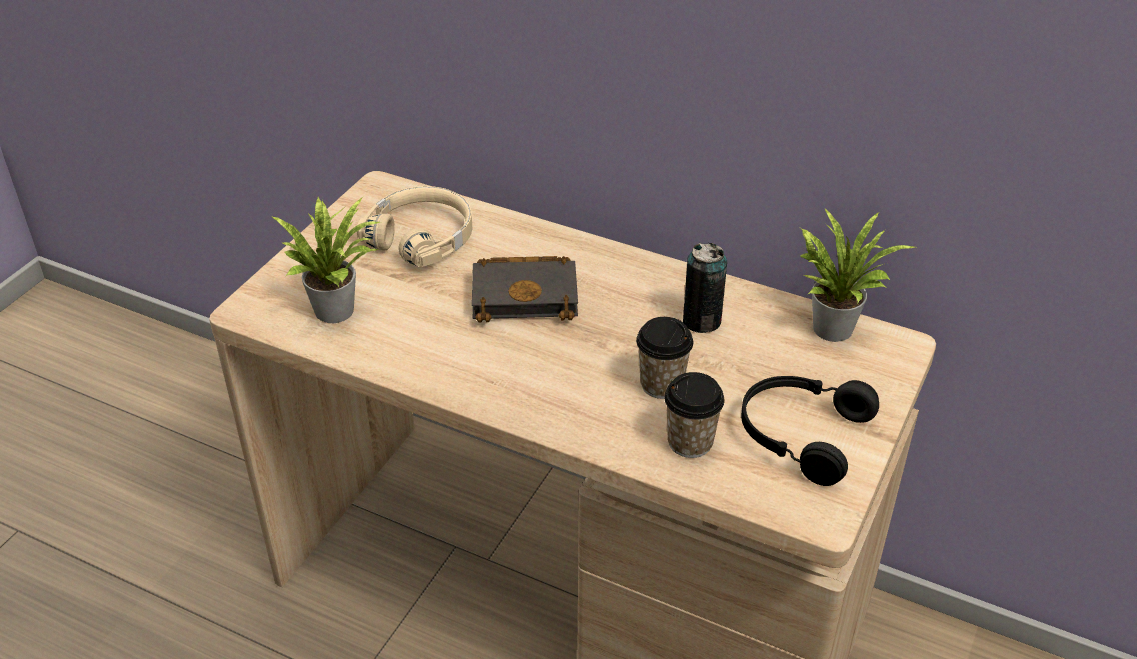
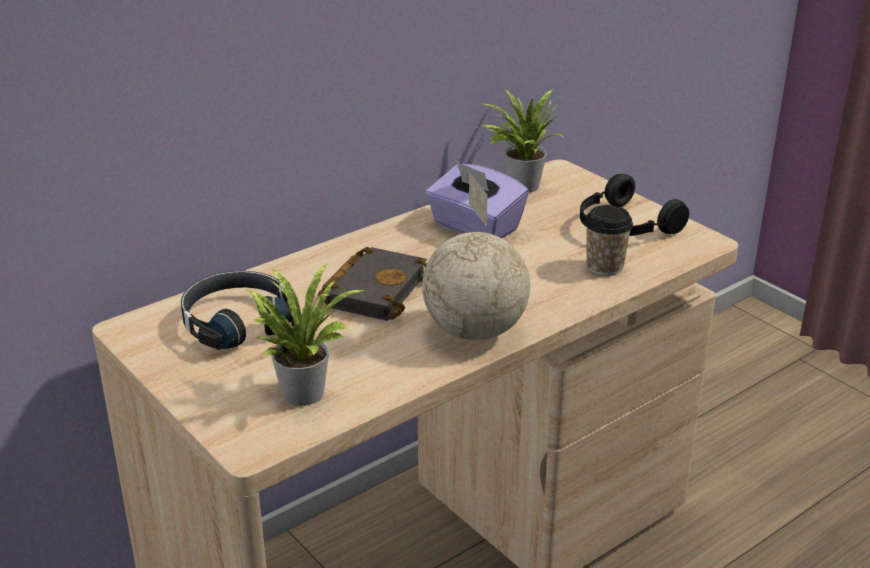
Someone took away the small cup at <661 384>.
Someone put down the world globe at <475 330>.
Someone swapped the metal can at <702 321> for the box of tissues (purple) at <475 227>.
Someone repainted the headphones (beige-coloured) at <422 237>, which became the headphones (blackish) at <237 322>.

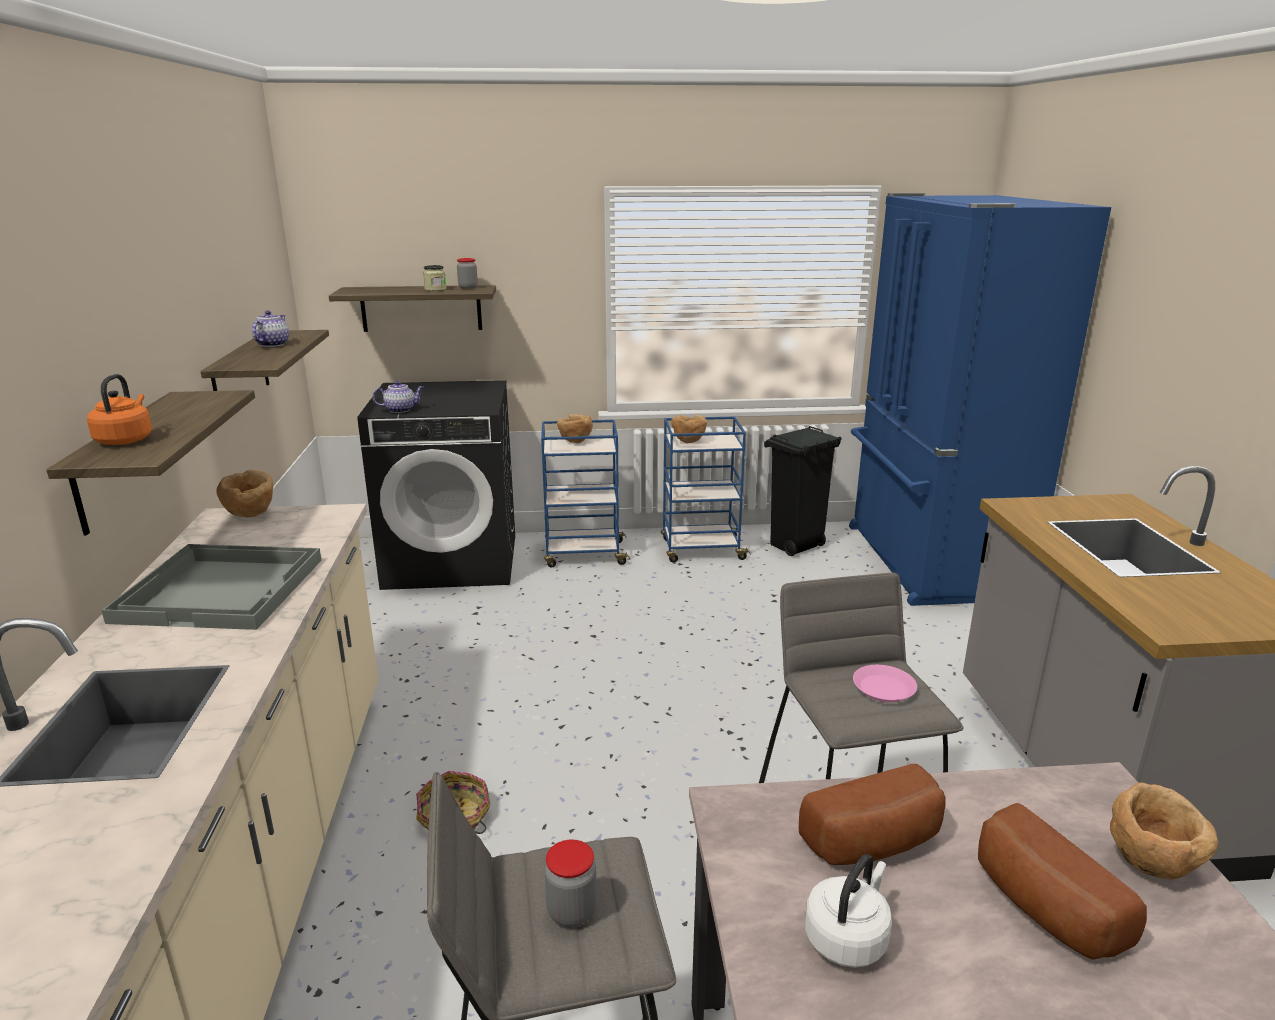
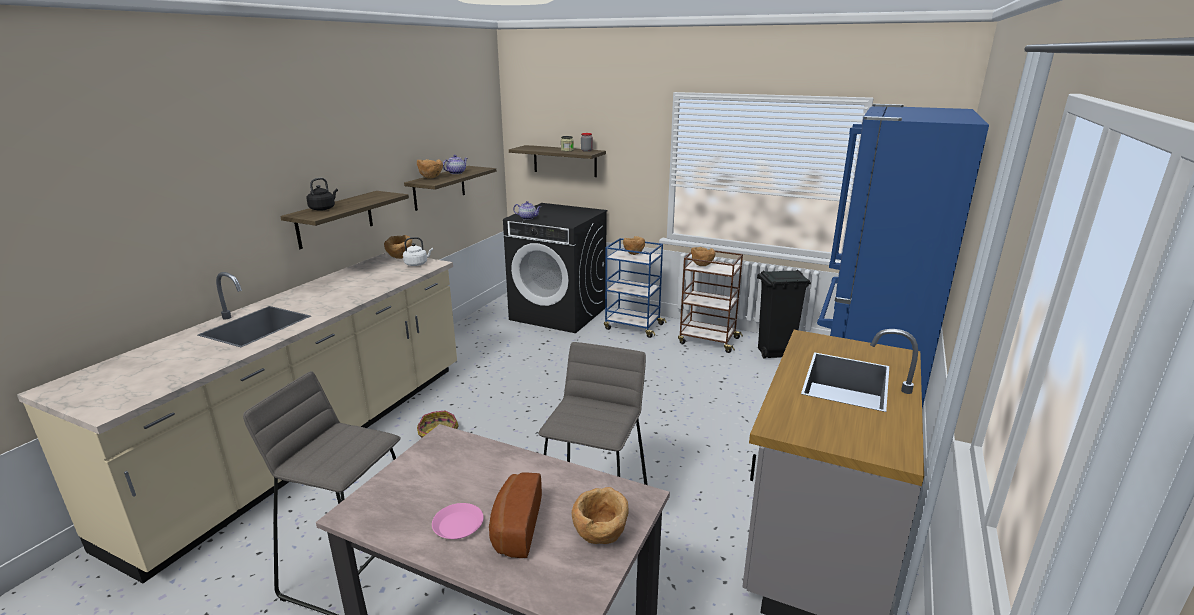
Someone took away the serving tray (greyish) at <223 589>.
Someone took away the preserve jar at <572 911>.
Someone took away the baked bread at <876 843>.
Someone put down the bowl (brownish) at <430 178>.
Someone carried the water kettle (whitish) from <847 937> to <417 264>.
Someone carried the plate (pink-coloured) from <884 688> to <458 525>.
Someone repainted the water kettle (orange) at <126 440>, which became the water kettle (blackish) at <323 208>.
Someone repainted the cart (bluish) at <701 549>, which became the cart (brownish) at <708 340>.

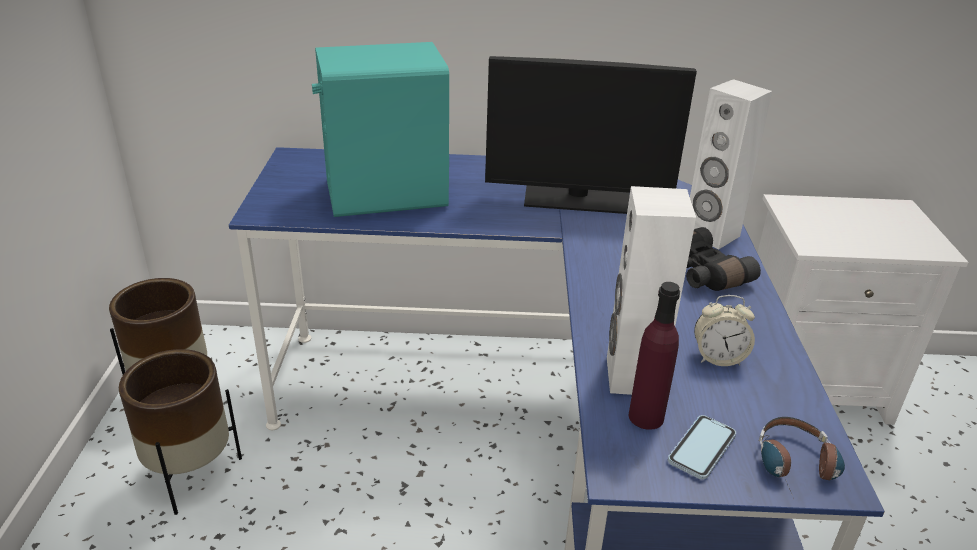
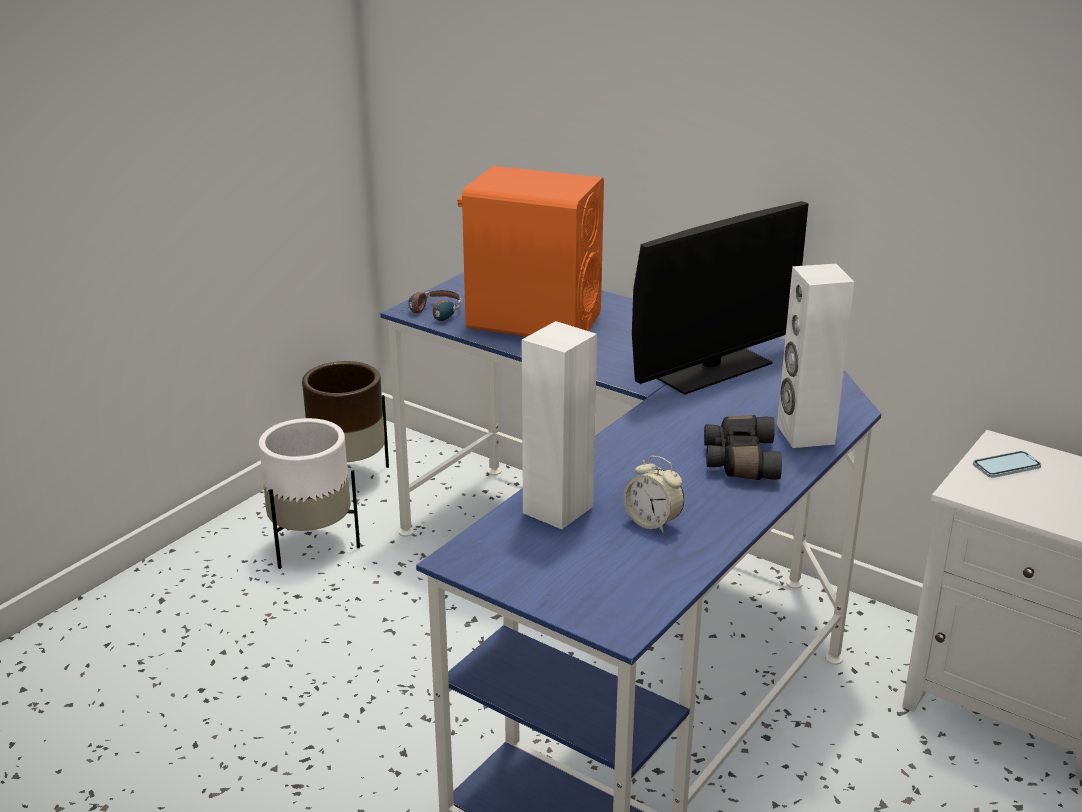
Someone took away the drink bottle (purple) at <646 417>.
Someone carried the telephone from <701 448> to <1006 466>.
Someone carried the headphones from <798 470> to <431 315>.
Someone repainted the flower pot (brownish) at <192 474>, which became the flower pot (whitish) at <312 545>.
Someone repainted the loudspeaker (blue-green) at <385 195>, which became the loudspeaker (orange) at <533 321>.
Someone rotated the monitor at <577 199> by 75 degrees counterclockwise.

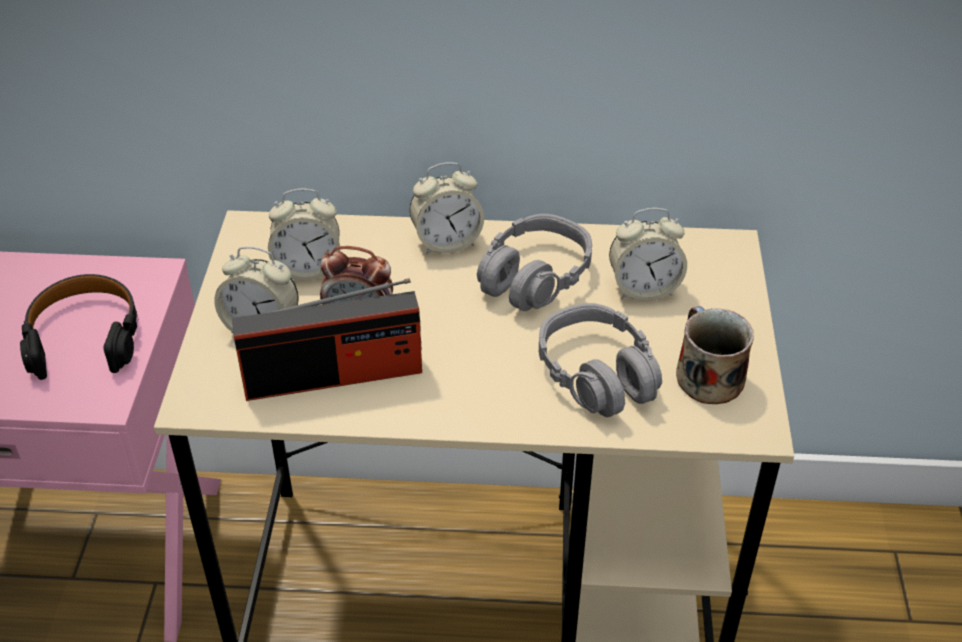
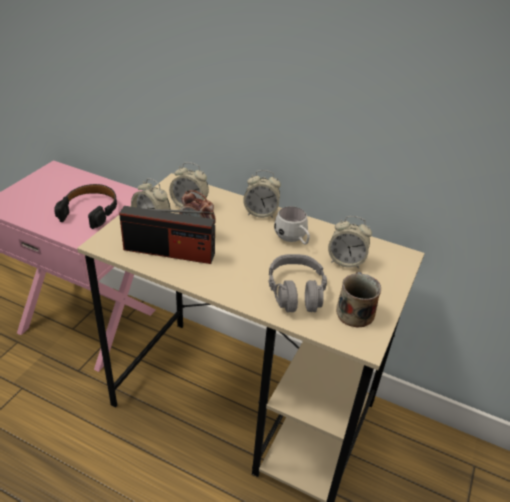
Someone swapped the headphones (greyish) at <534 278> for the tea mug (whitish) at <293 240>.

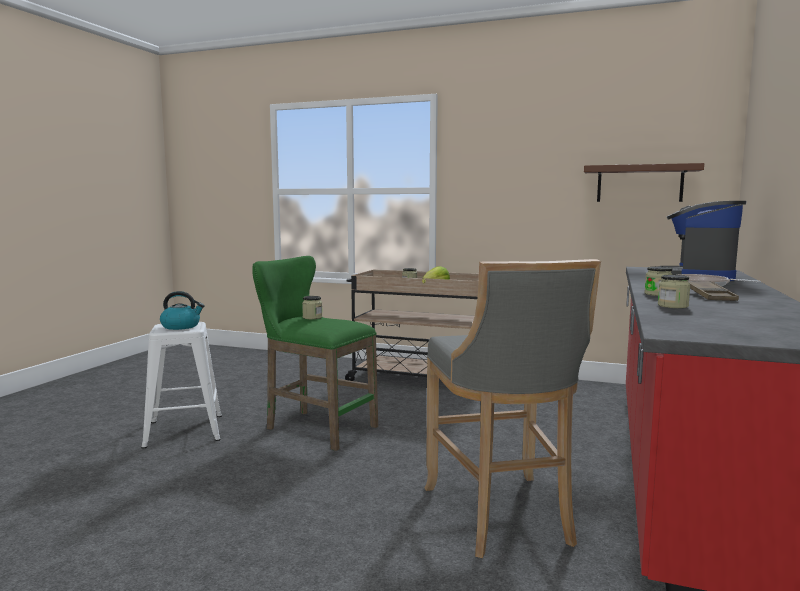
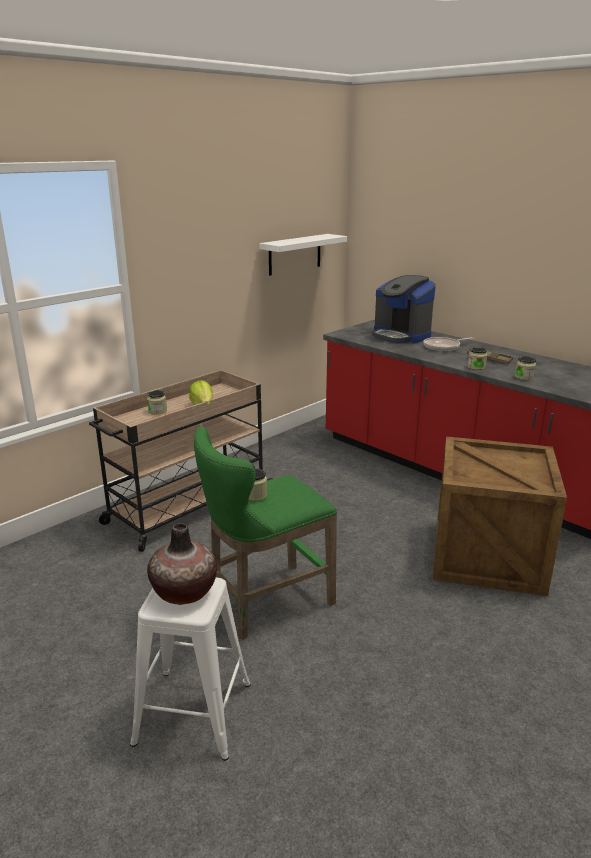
Someone swapped the water kettle at <181 326> for the flower vase at <184 592>.
Someone swapped the stool seat (greyish) at <502 517> for the crate at <489 557>.
Someone repainted the bracket shelf (brownish) at <639 184>, which became the bracket shelf (whitish) at <295 254>.

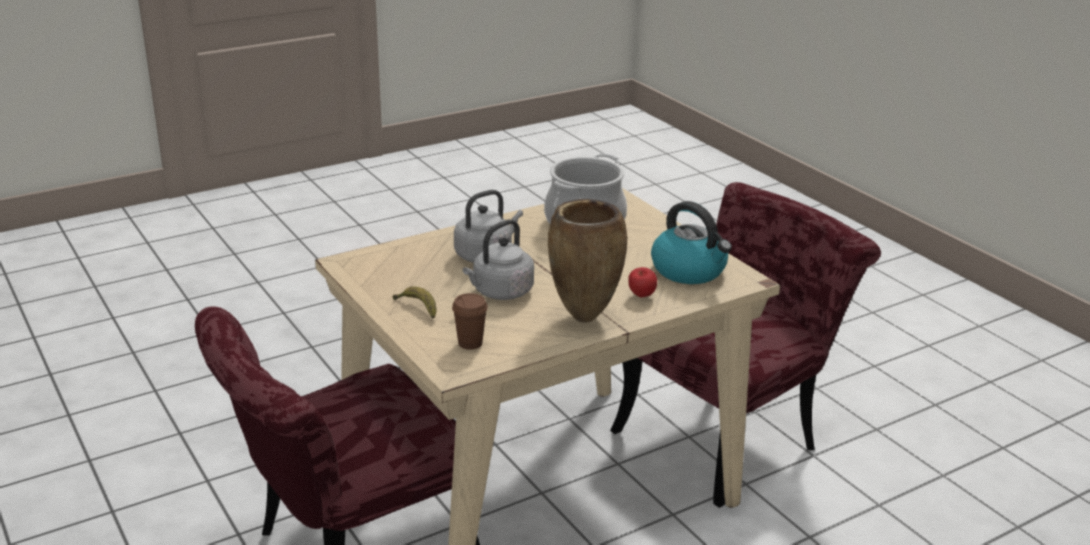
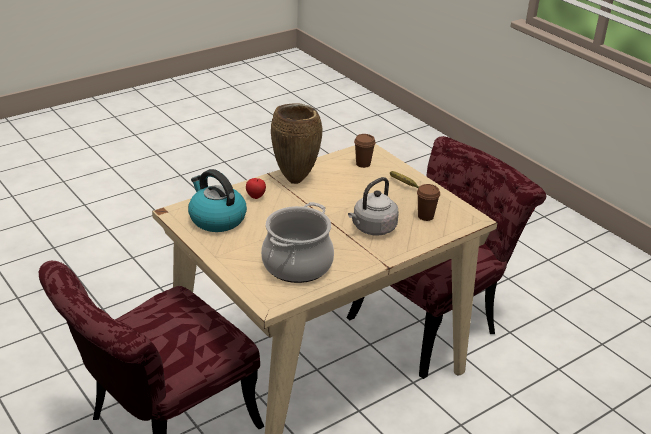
Someone took away the water kettle (greyish) at <500 292>.
Someone put down the small cup (brownish) at <425 216>.

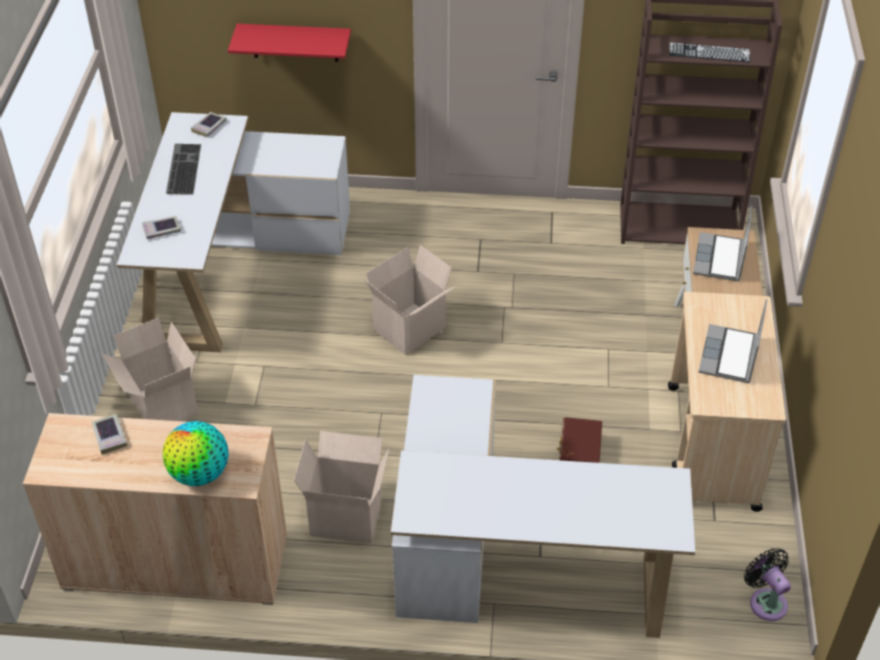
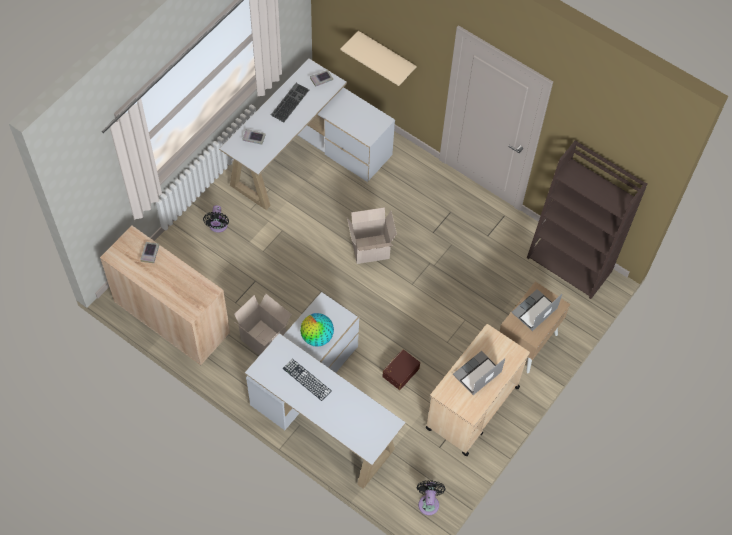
Someone carried the world globe from <199 474> to <317 337>.
Someone carried the PC keyboard from <709 52> to <306 379>.
Someone swapped the packing box at <161 406> for the electric fan (blackish) at <218 226>.
Someone repainted the bracket shelf (reddish) at <295 42>, which became the bracket shelf (beige-coloured) at <386 55>.

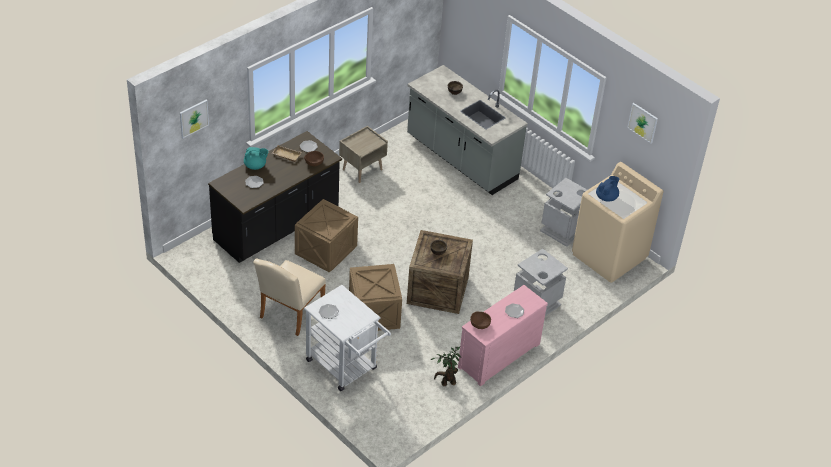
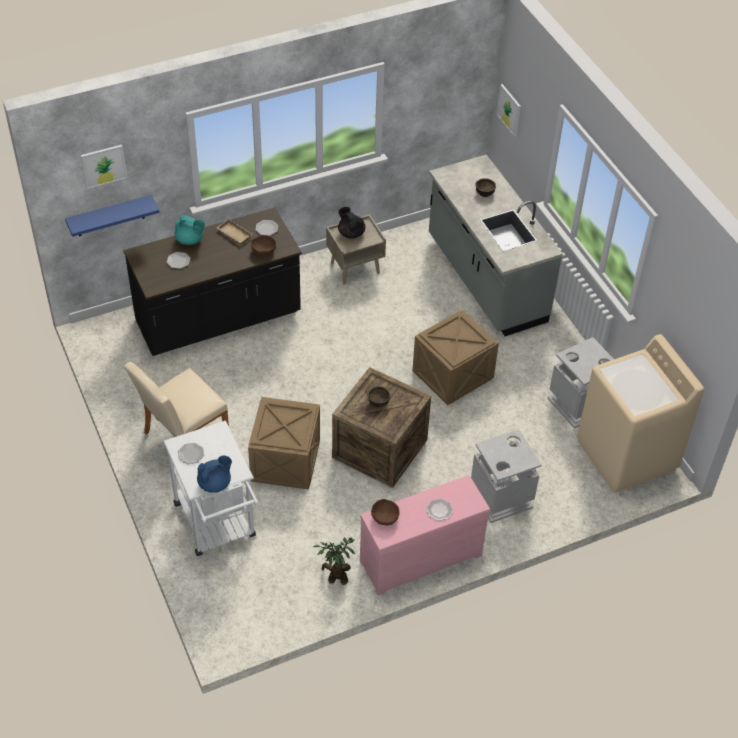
Someone put up the bracket shelf (bluish) at <110 216>.
Someone put down the tea pot (blackish) at <351 233>.
Someone carried the crate from <326 250> to <453 375>.
Someone carried the tea pot (bluish) from <606 197> to <215 483>.
Someone carried the wall picture from <643 122> to <509 110>.

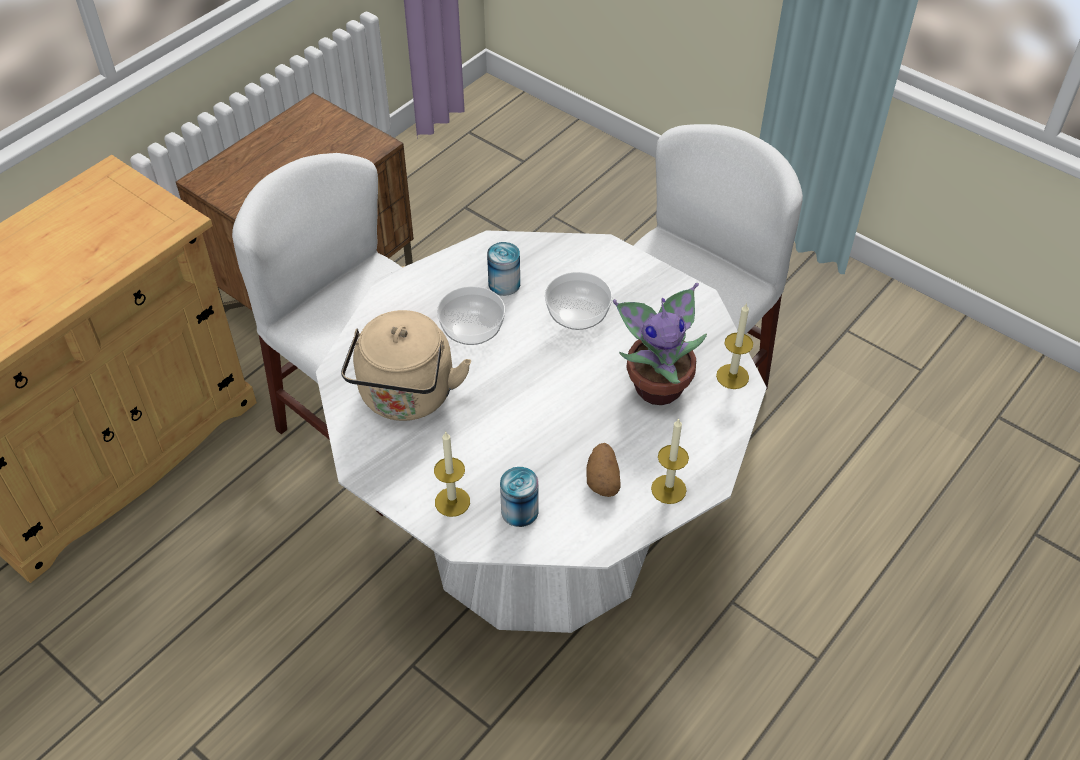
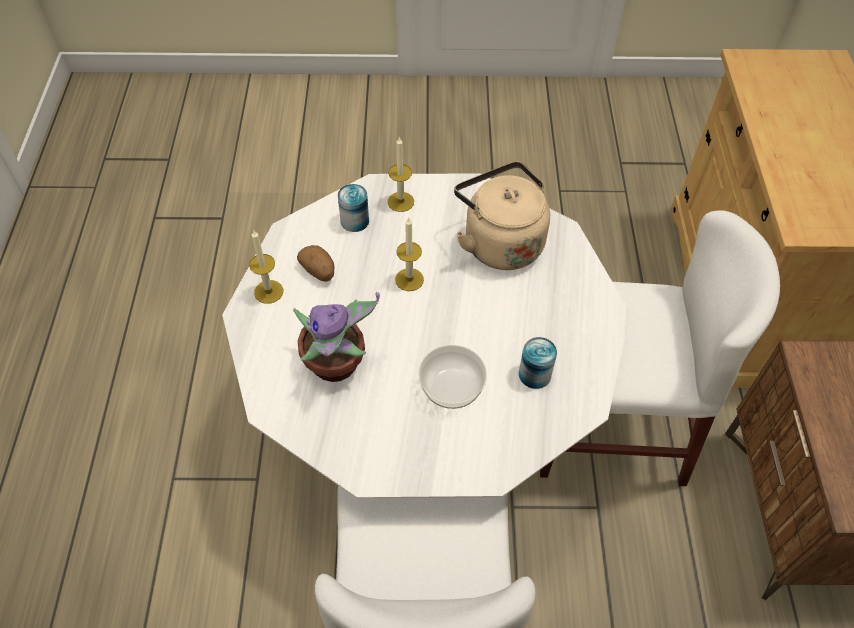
Someone took away the bowl at <471 328>.
Someone carried the wax light from <732 376> to <409 279>.

